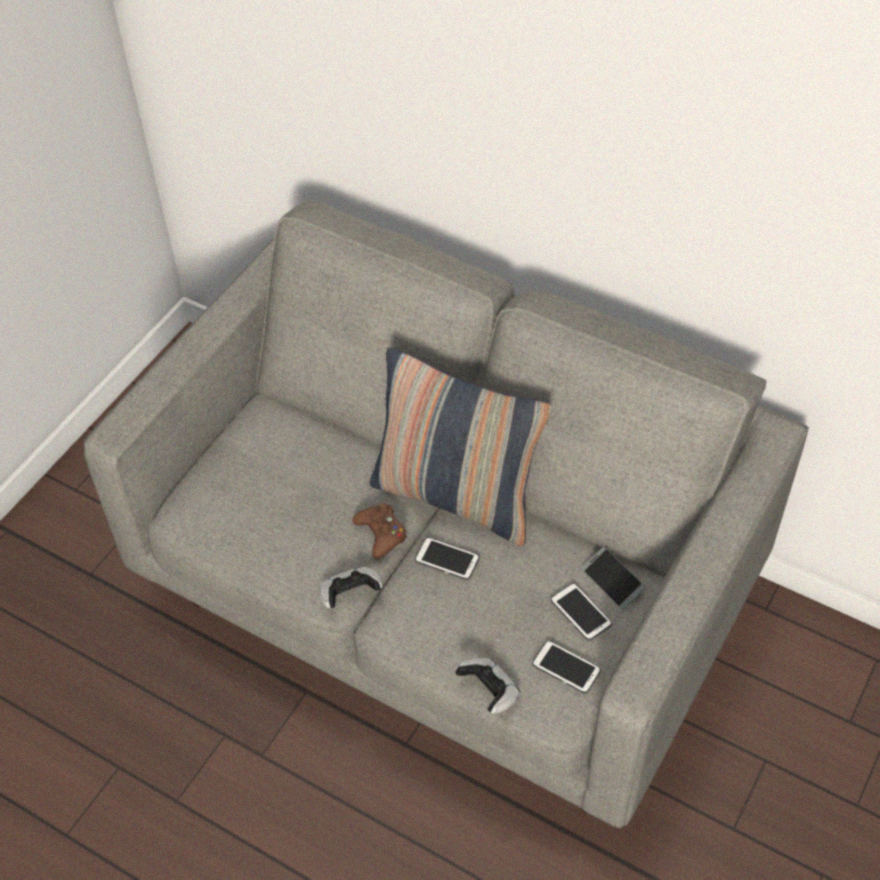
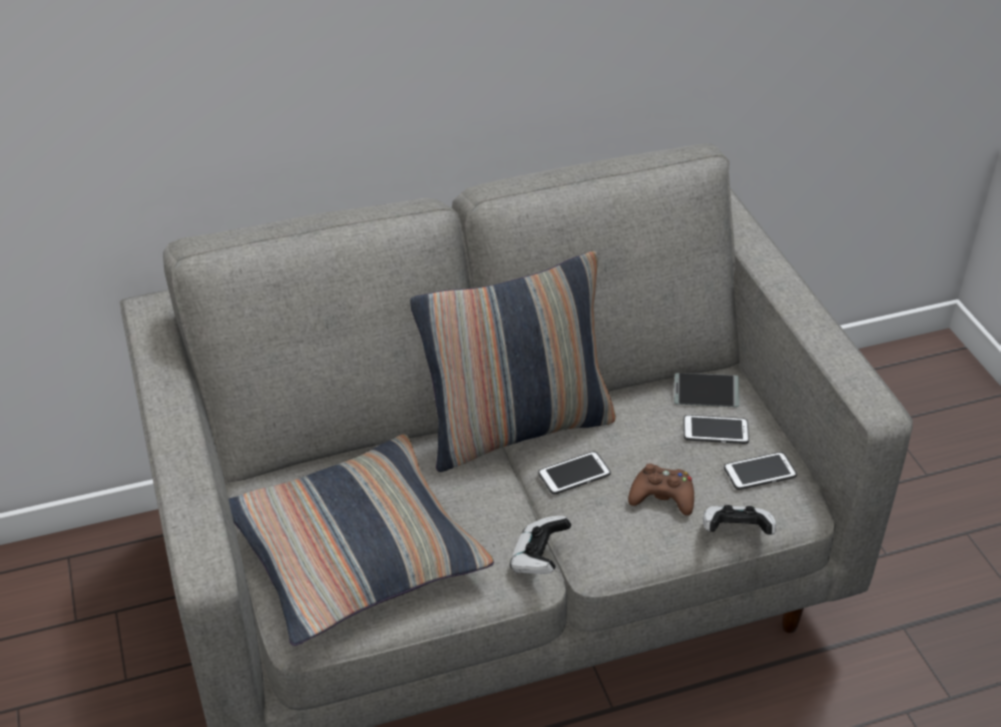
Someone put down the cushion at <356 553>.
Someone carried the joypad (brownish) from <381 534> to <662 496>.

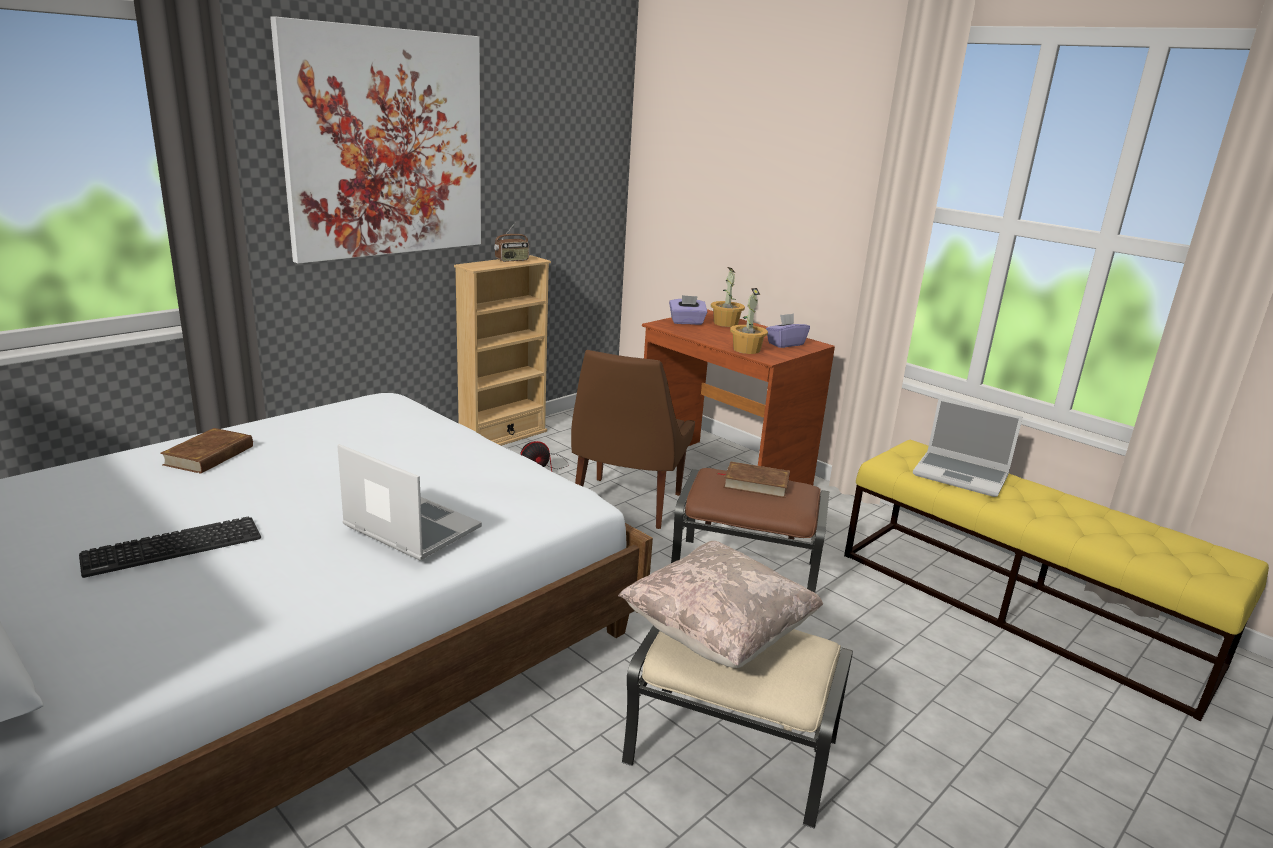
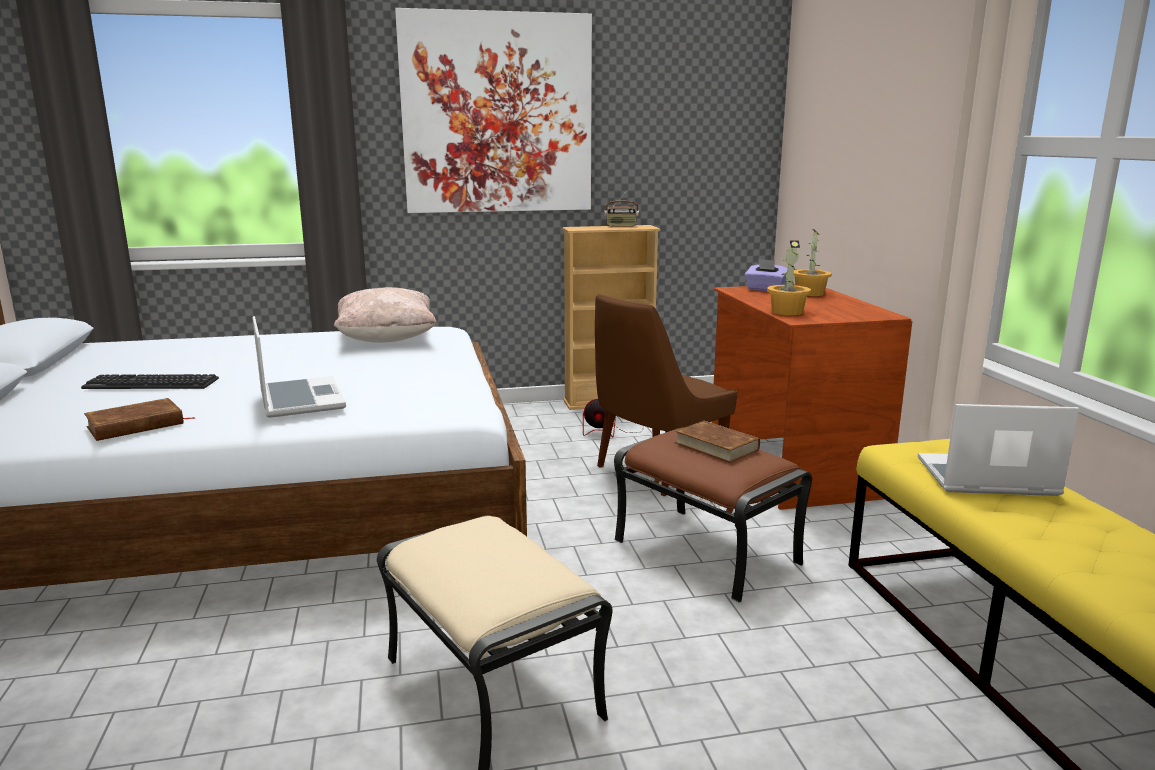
Someone took away the box of tissues (purple) at <785 344>.
Someone carried the book (brownish) from <210 456> to <136 425>.
Someone carried the cushion (beige-coloured) from <718 634> to <386 339>.
Someone rotated the notebook computer at <962 475> by 120 degrees clockwise.

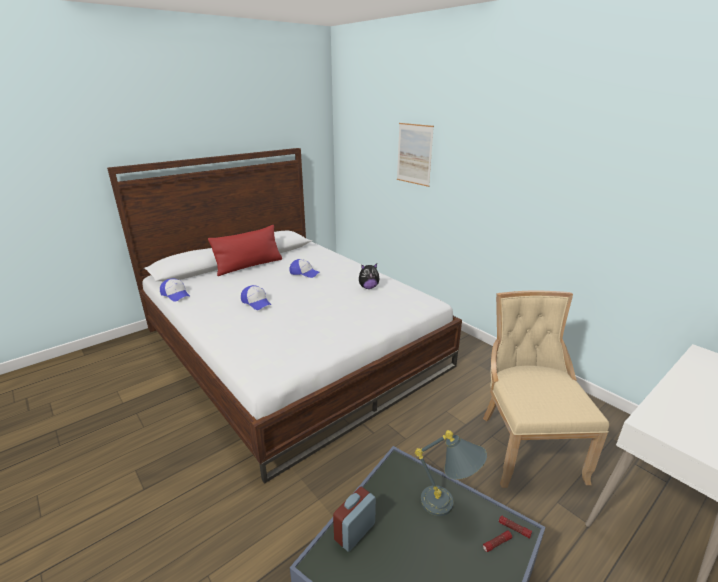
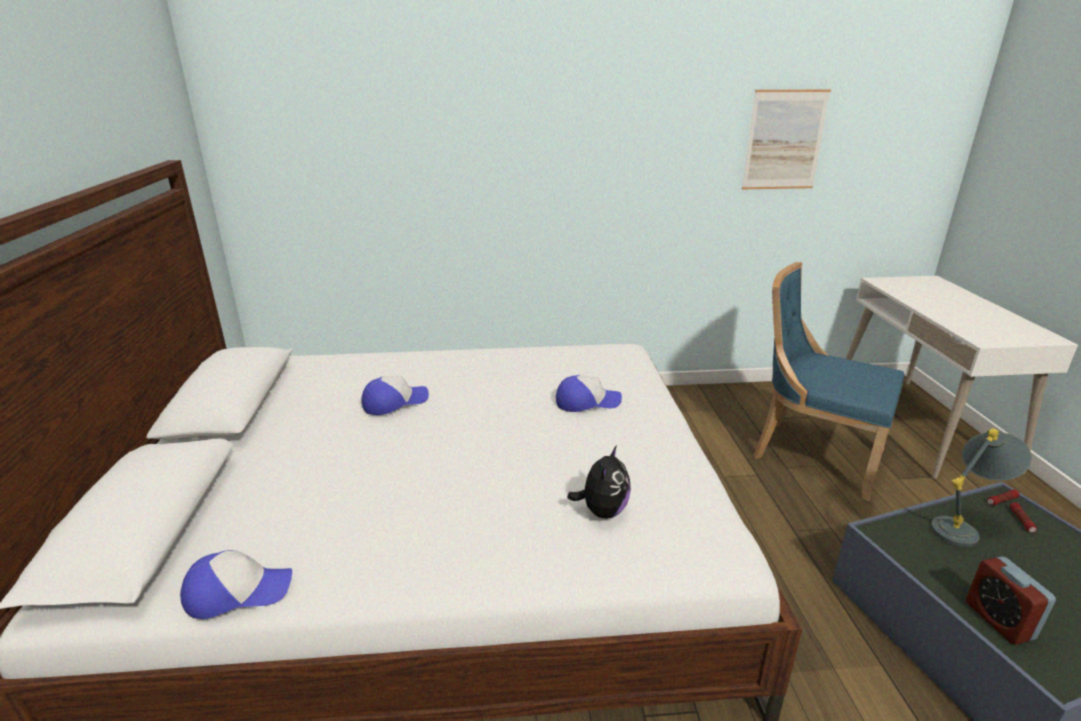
Someone took away the cushion (reddish) at <249 266>.
Someone carried the cap from <256 302> to <587 402>.
Someone carried the plush toy from <368 287> to <602 511>.
Someone carried the wall picture from <414 154> to <784 140>.
Someone repainted the plain chair (beige-coloured) at <525 445>, which became the plain chair (bluish) at <812 454>.

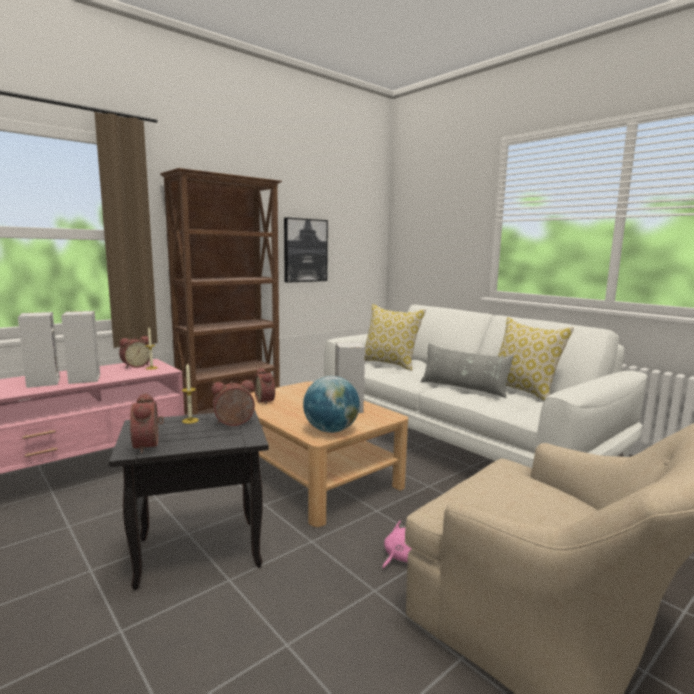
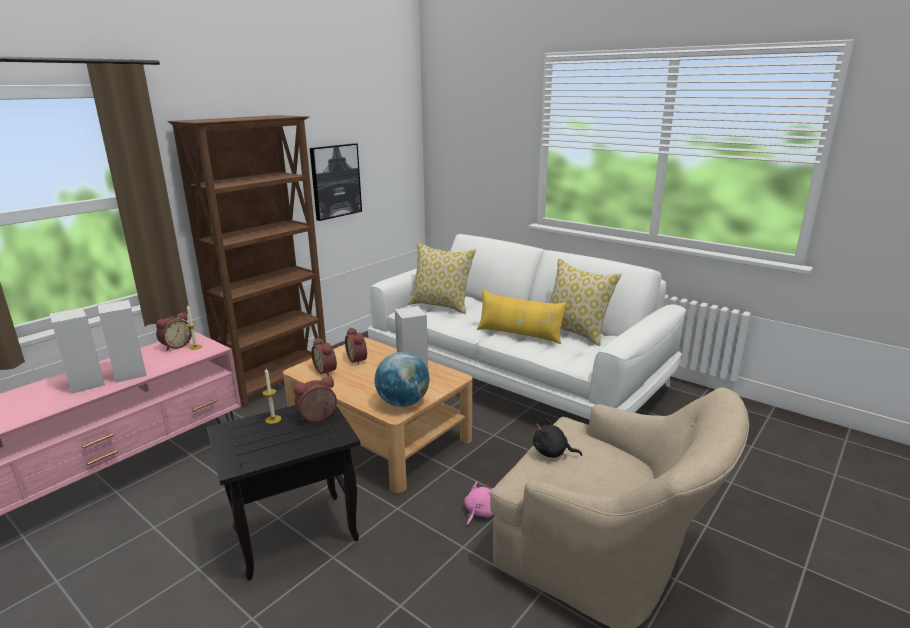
Someone put down the plush toy (blackish) at <552 453>.
Someone carried the bedside clock from <149 445> to <358 359>.
Someone repainted the cushion (greyish) at <463 388>, which became the cushion (yellow-coloured) at <519 334>.

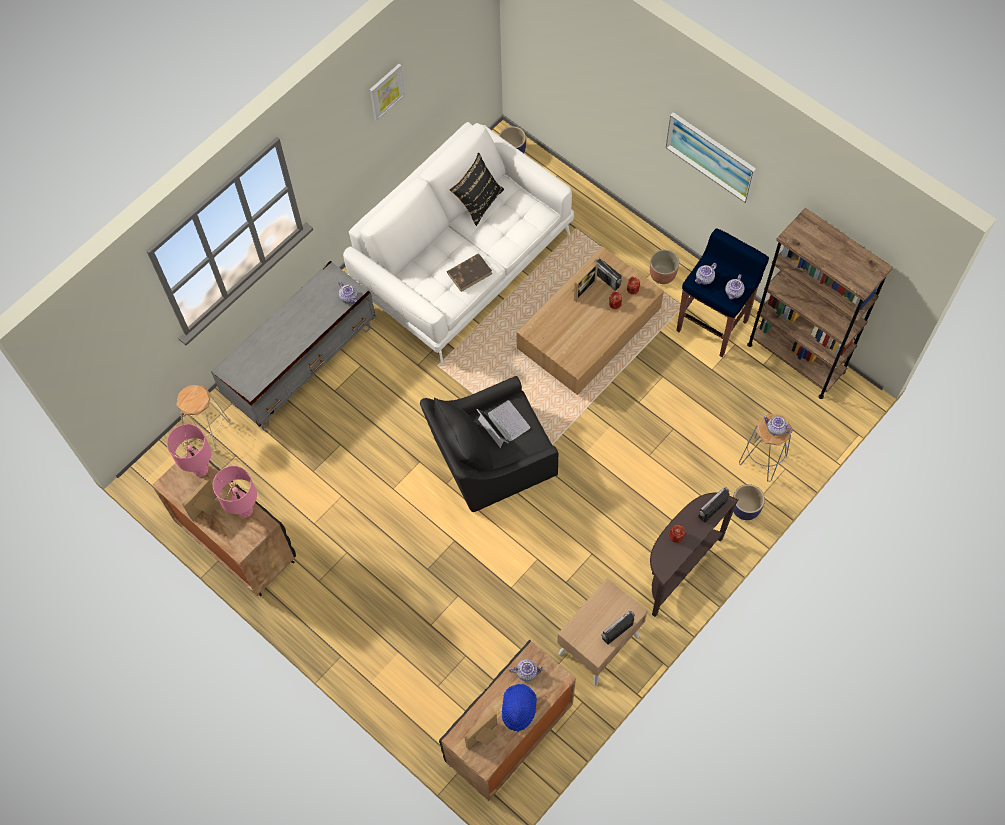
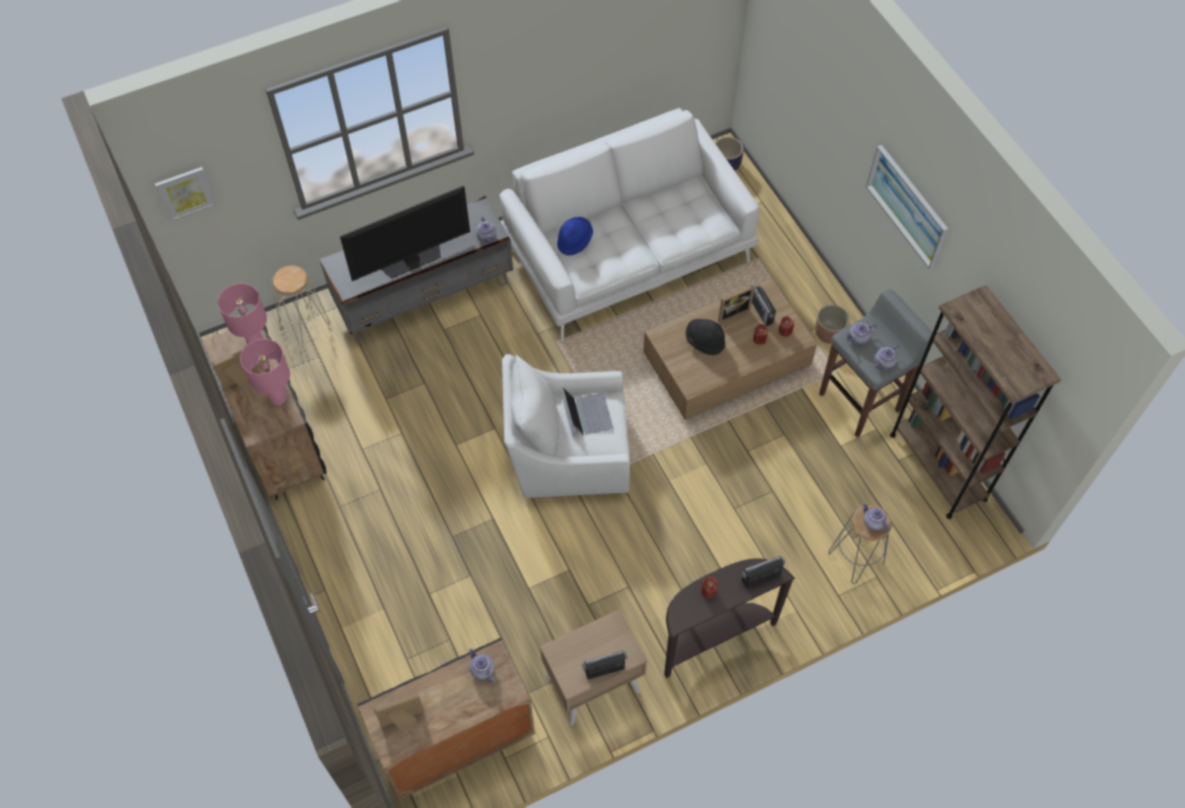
Someone took away the book (brownish) at <470 273>.
Someone took away the cushion (blackish) at <478 201>.
Someone took away the flower pot at <745 508>.
Someone put down the TV at <411 259>.
Someone put down the hat (blackish) at <704 341>.
Someone carried the wall picture from <386 91> to <185 193>.
Someone carried the hat (bluish) from <518 709> to <574 241>.
Someone repainted the armchair (blackish) at <490 459>, which became the armchair (whitish) at <567 451>.
Someone repainted the stool seat (bluish) at <712 325>, which became the stool seat (greyish) at <861 401>.
Someone rotated the tea pot at <527 671> by 150 degrees counterclockwise.

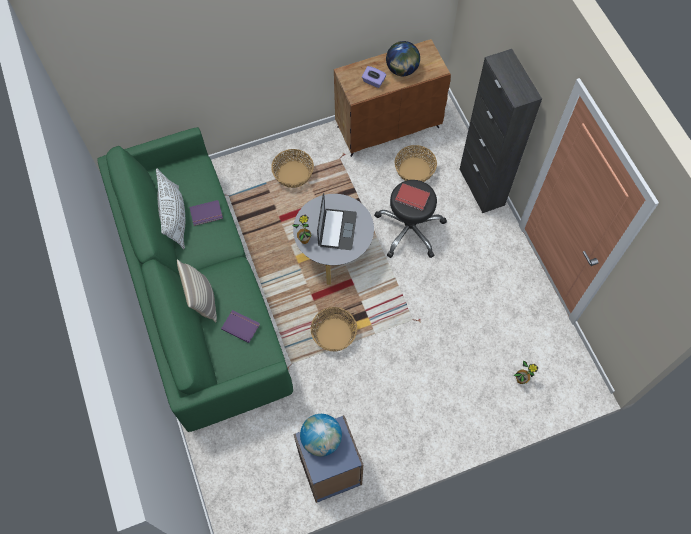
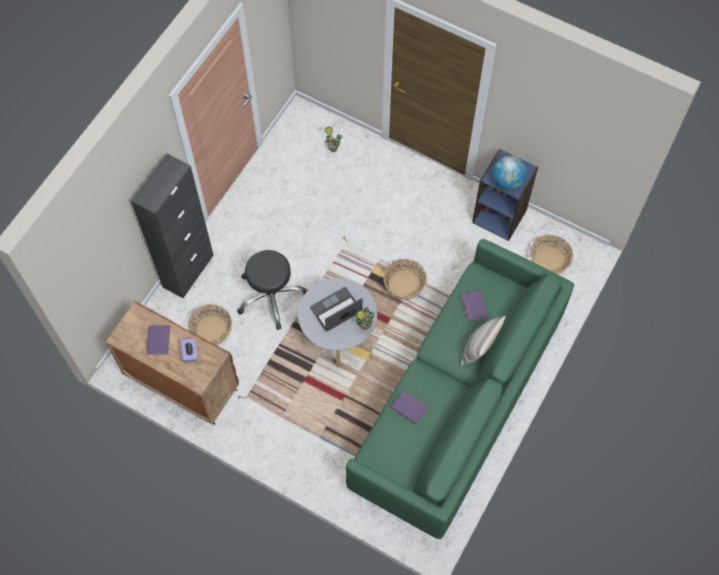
Someone took away the cushion (whitish) at <175 218>.
Someone took away the book (reddish) at <412 198>.
Someone carried the household basket from <293 174> to <549 260>.
Someone swapped the world globe at <402 70> for the book (purple) at <159 340>.

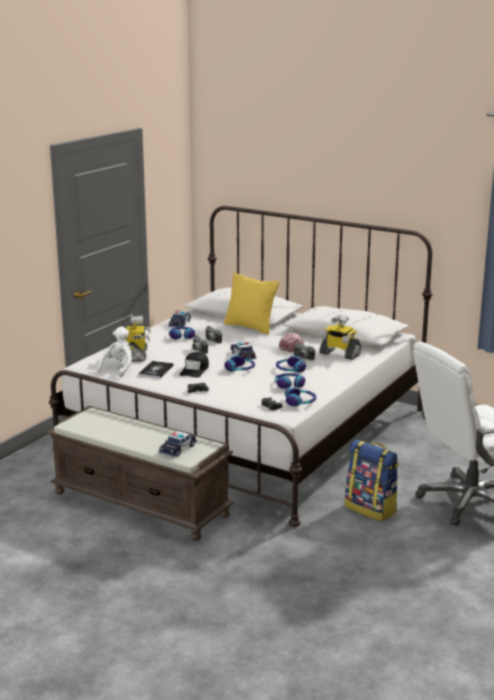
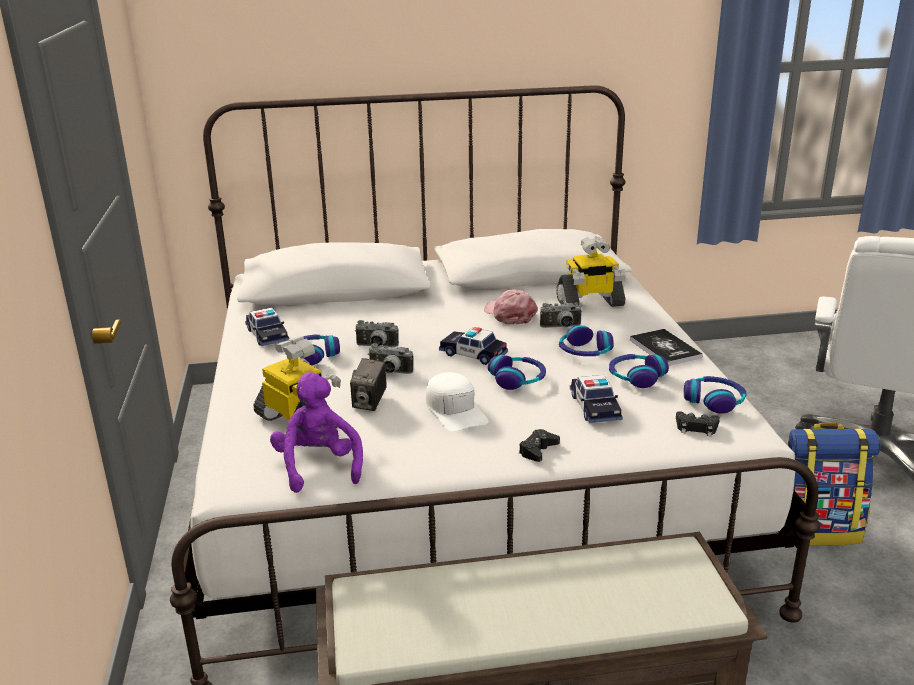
Someone took away the cushion (yellow-coloured) at <250 327>.
Someone put down the still camera at <370 403>.
Someone carried the book from <156 370> to <665 349>.
Someone carried the model car from <178 449> to <594 407>.
Someone repainted the plush toy (whitish) at <118 369>, which became the plush toy (purple) at <318 466>.
Someone repainted the cap (blackish) at <195 370>, which became the cap (whitish) at <455 410>.

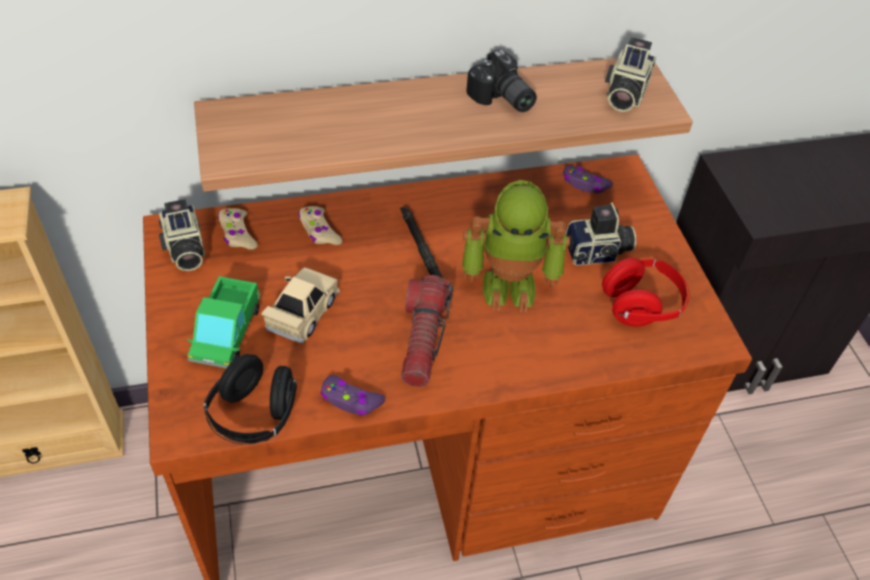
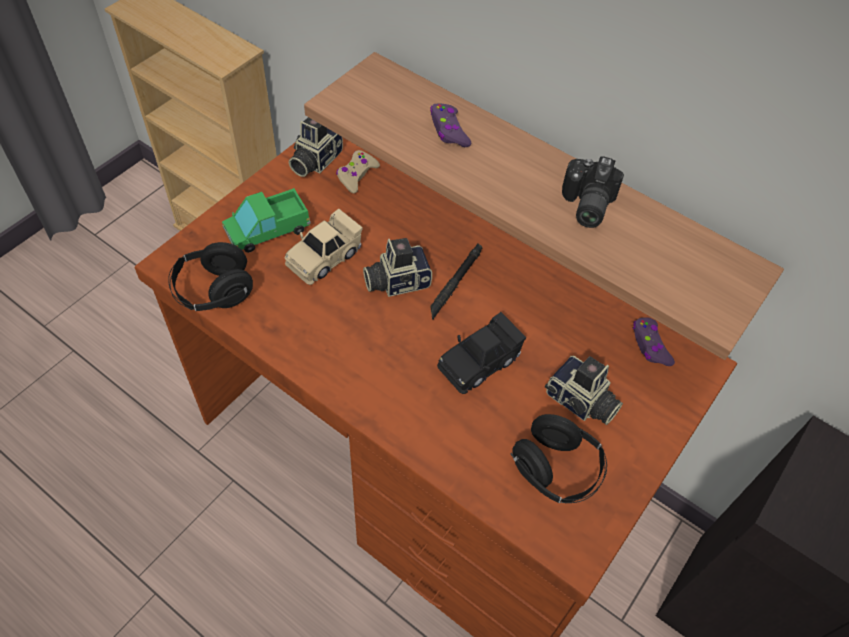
Someone took away the joypad (beige-coloured) at <319 231>.
Someone took away the torch at <423 339>.
Someone carried the joypad (purple) from <350 400> to <448 131>.
Someone carried the still camera from <624 94> to <396 281>.
Someone swapped the toy robot at <509 284> for the model car (blackish) at <479 362>.
Someone repainted the headphones (reddish) at <641 305>, which became the headphones (blackish) at <556 470>.
Someone rotated the model car (beige-coloured) at <303 312> by 150 degrees clockwise.

